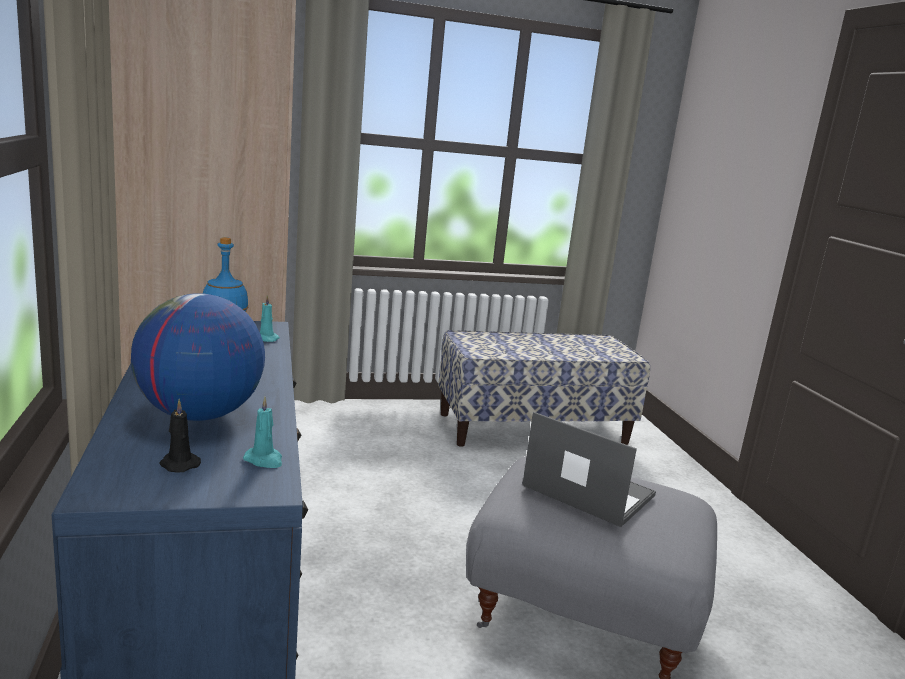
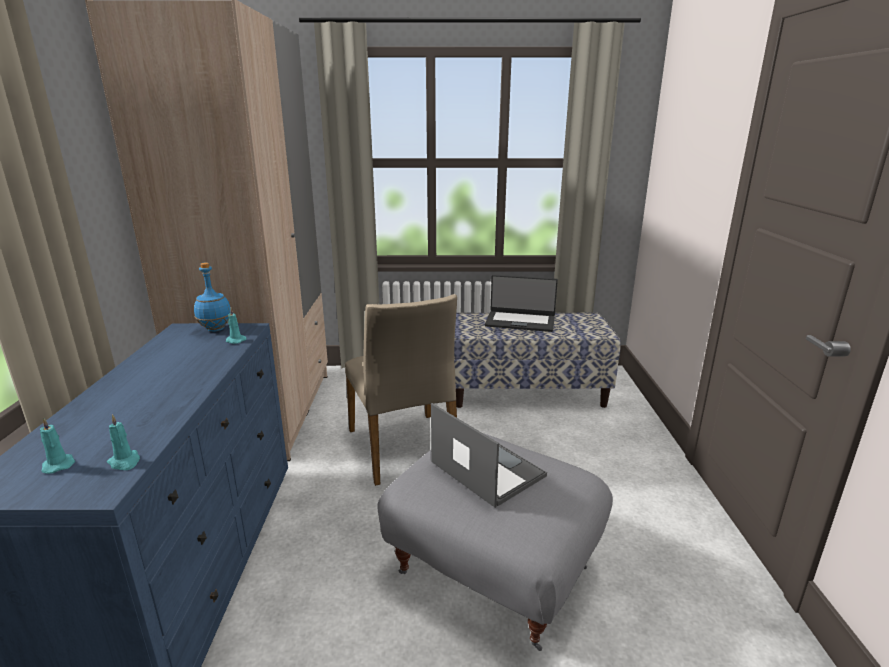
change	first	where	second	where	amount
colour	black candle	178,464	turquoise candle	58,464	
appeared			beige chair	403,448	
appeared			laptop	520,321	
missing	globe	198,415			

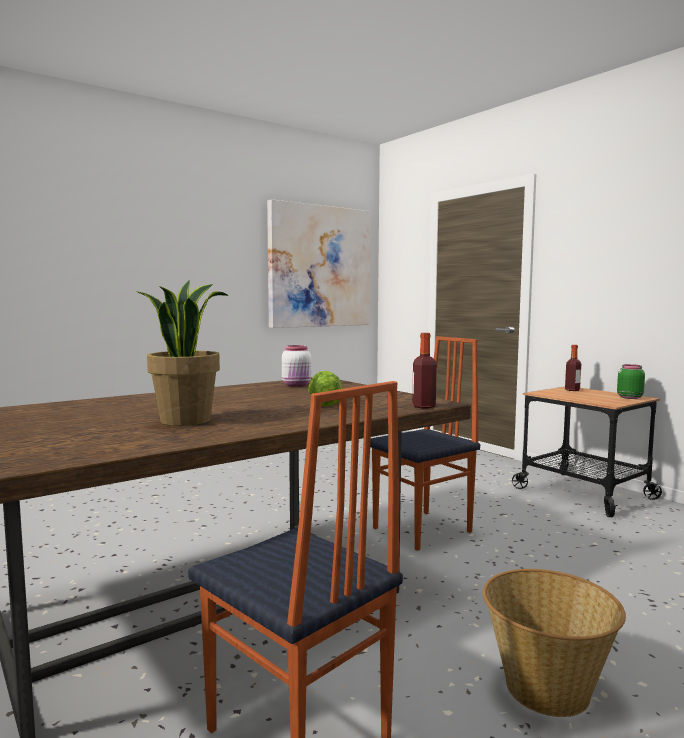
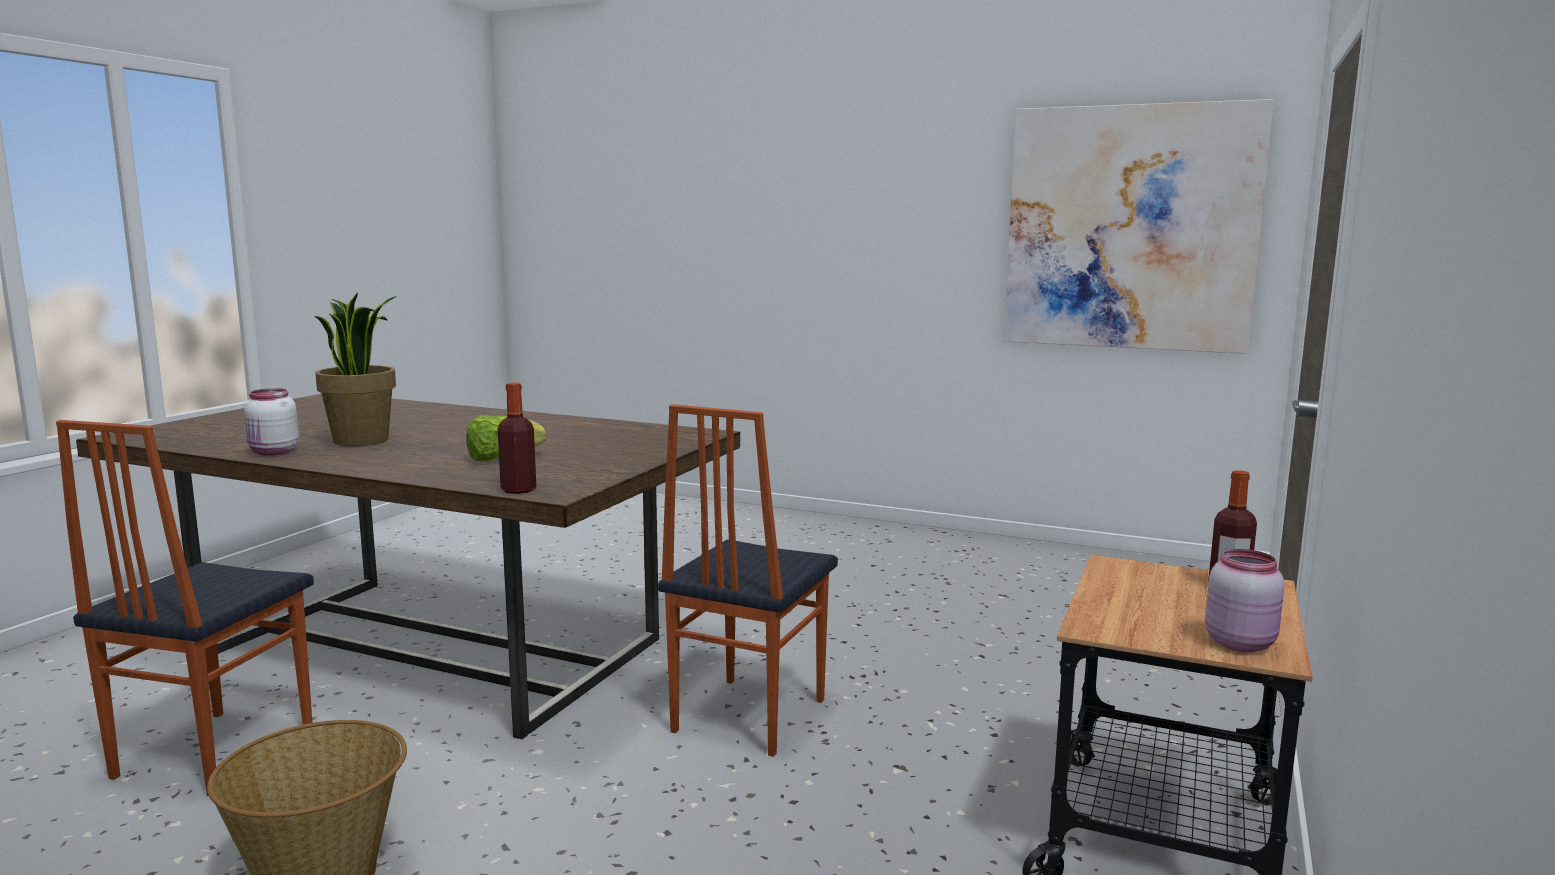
change	first	where	second	where	amount
relocated	white jar	297,385		273,452	
spun	chair	424,530		746,716	90 degrees clockwise
colour	green jar	629,397	pink jar	1240,643	

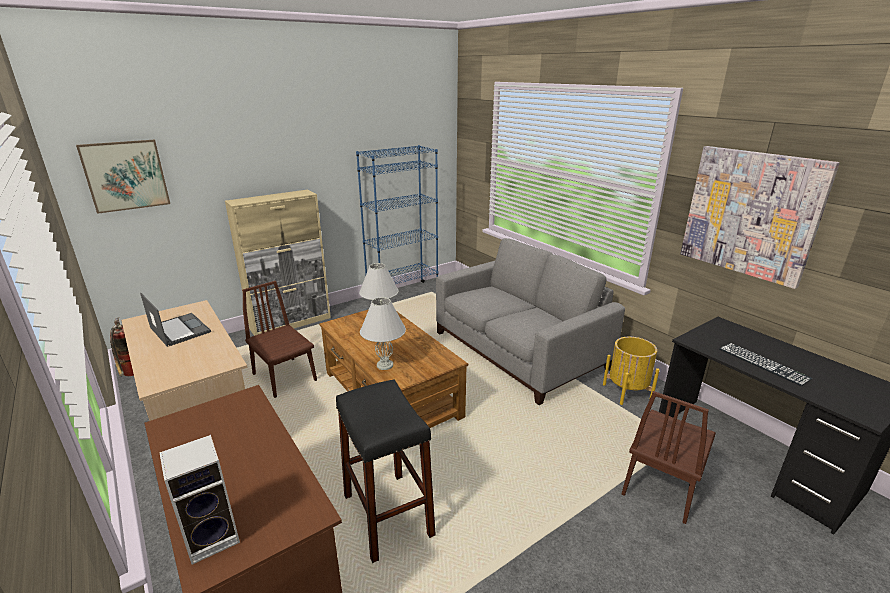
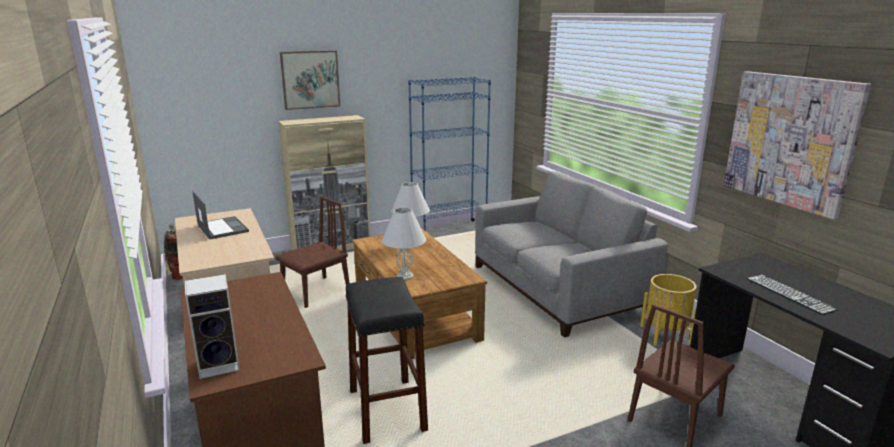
change	first	where	second	where	amount
spun	brown chair	284,377		316,292	75 degrees clockwise
relocated	picture	125,175		310,79	

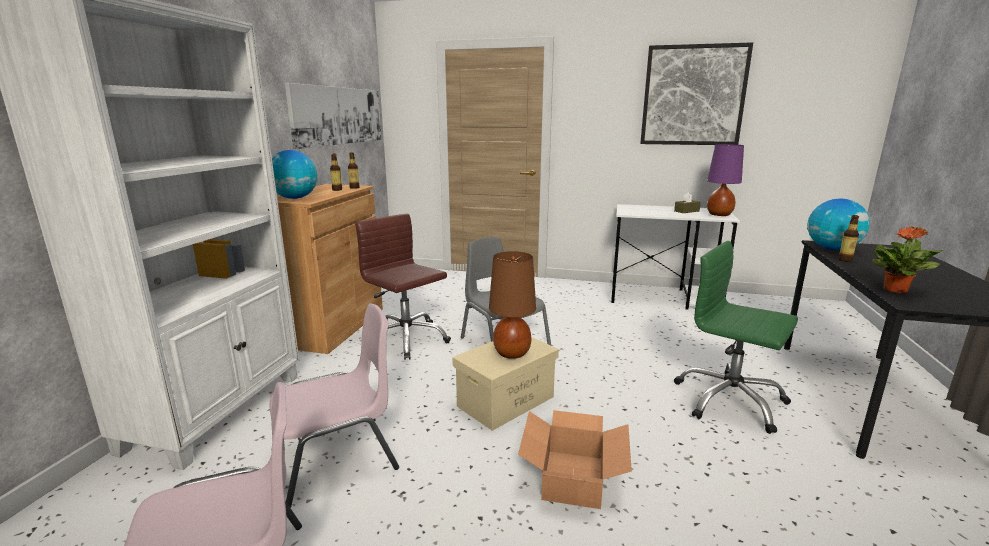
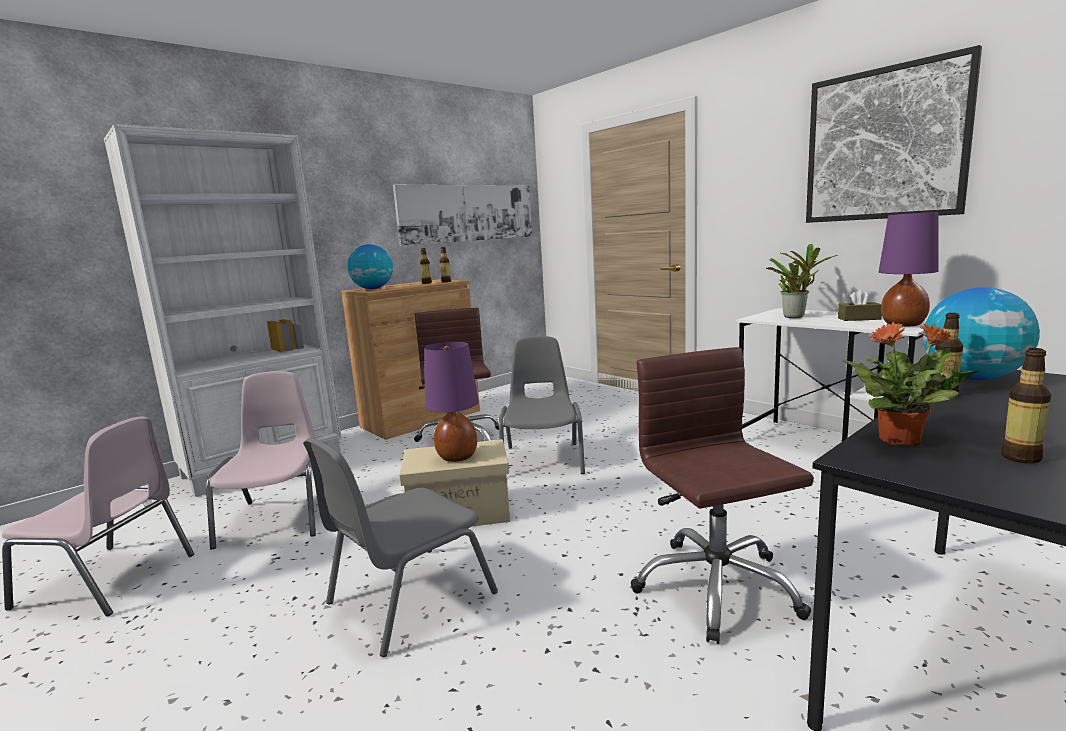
change	first	where	second	where	amount
spun	pink chair	338,457		279,518	105 degrees counterclockwise
exchanged	cardboard box	572,479	grey chair	408,598	
colour	brown table lamp	512,353	purple table lamp	458,457	
colour	green office chair	729,401	brown office chair	715,587	
appeared			potted plant	795,316	
appeared			bottle	1020,458	

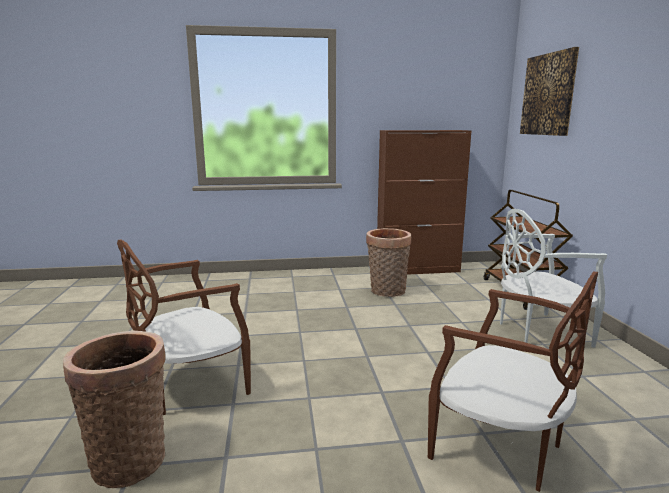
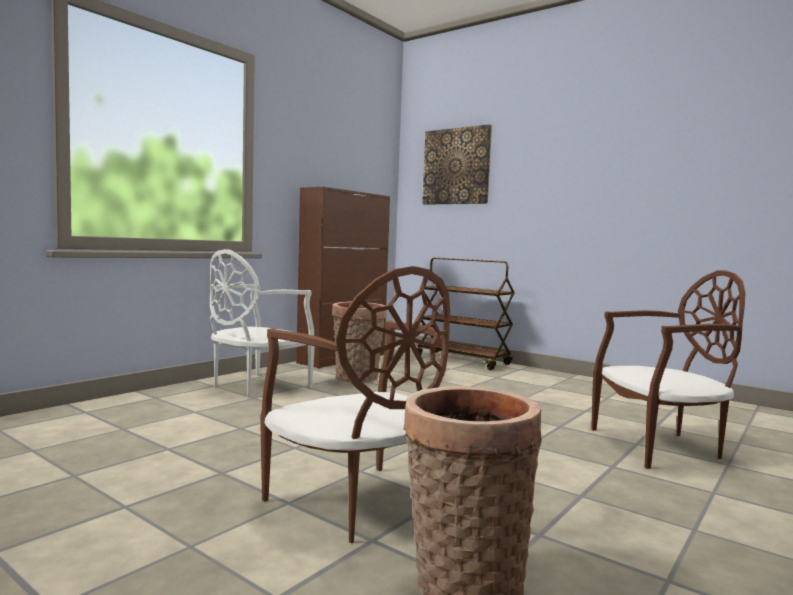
change	first	where	second	where	amount
relocated	white chair	539,331		257,386	
spun	brown chair	190,386		356,505	45 degrees counterclockwise

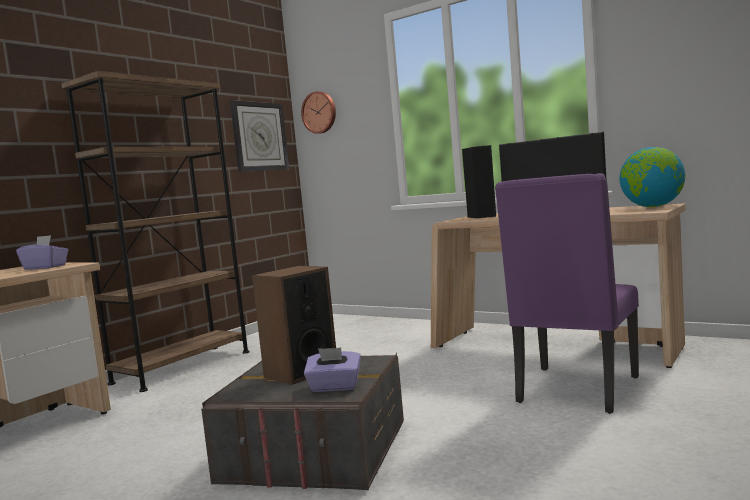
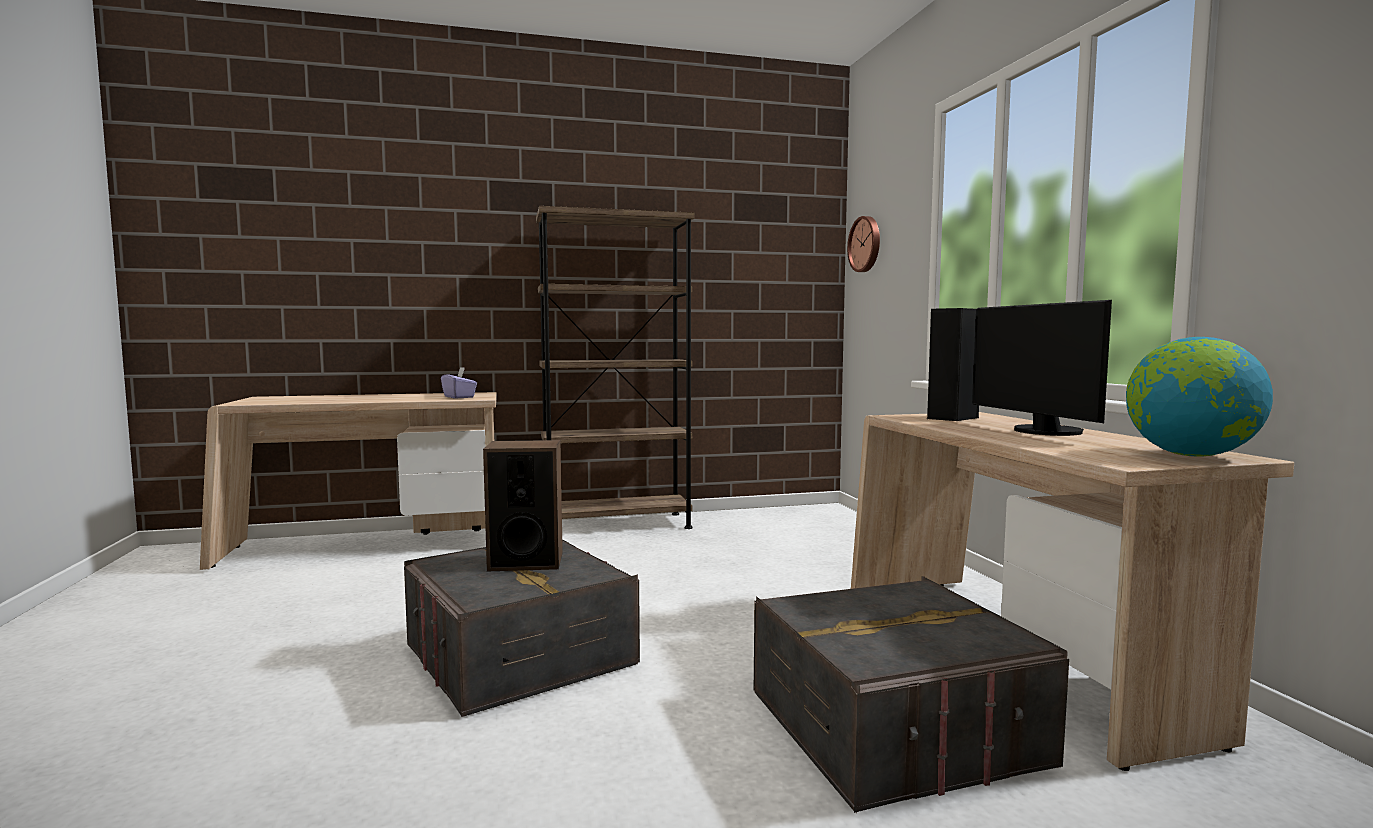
change	first	where	second	where	amount
exchanged	purple chair	576,390	grey storage box	892,727	
missing	wall clock	259,136			
missing	purple tissue box	334,387			

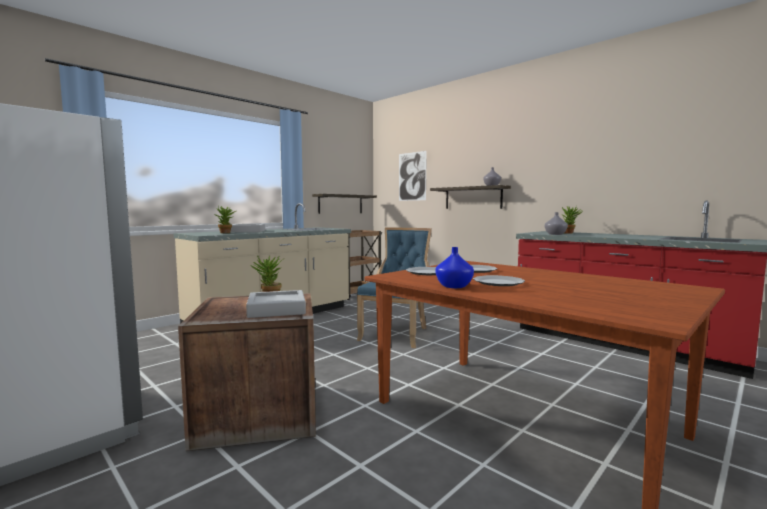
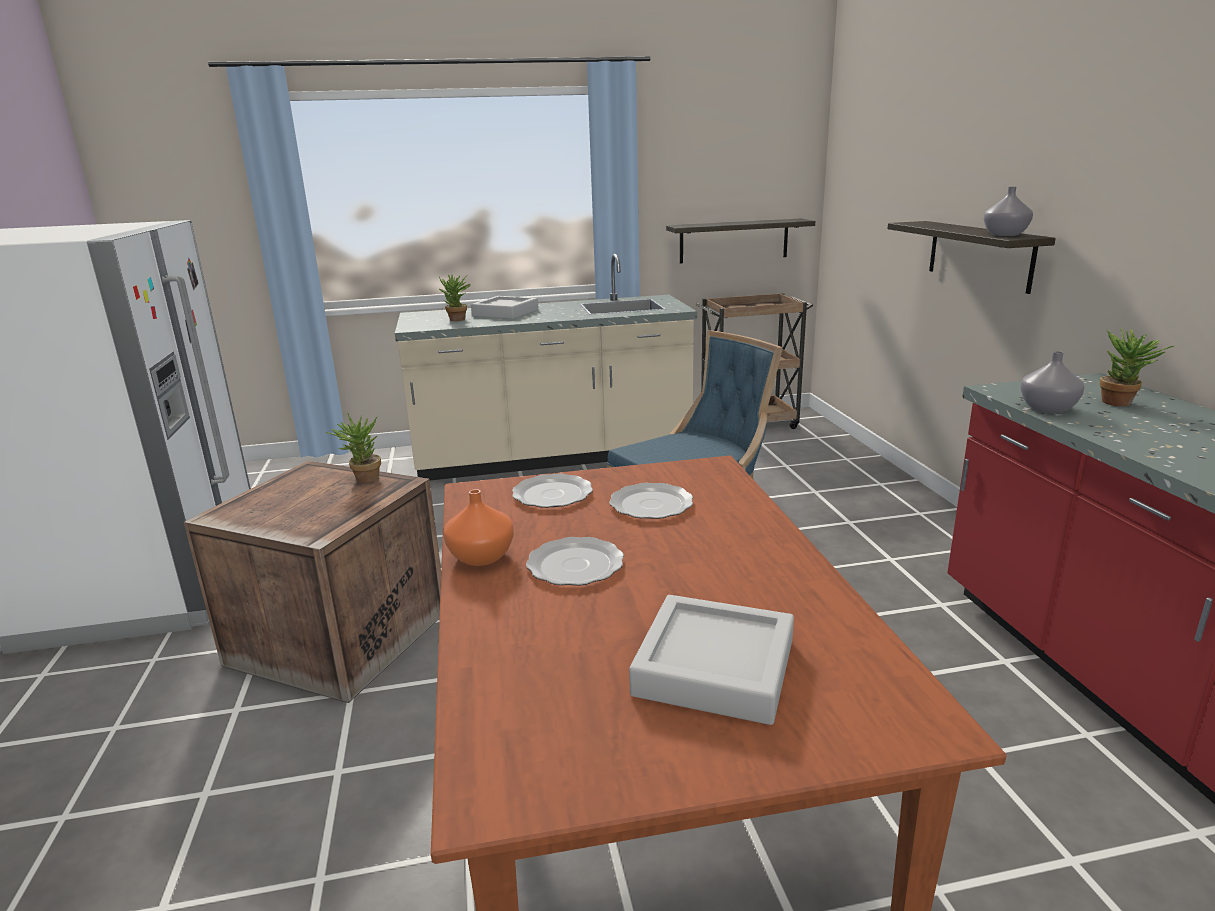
change	first	where	second	where	amount
colour	blue vase	454,286	orange vase	482,556	
relocated	grey tray	276,309		714,667	
missing	picture	412,176			

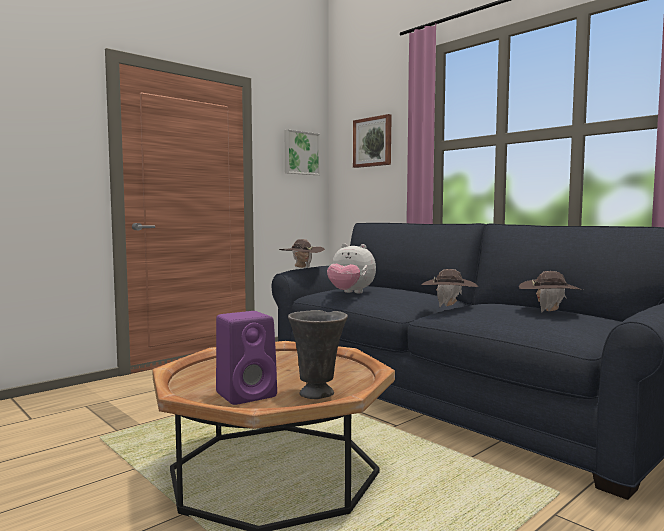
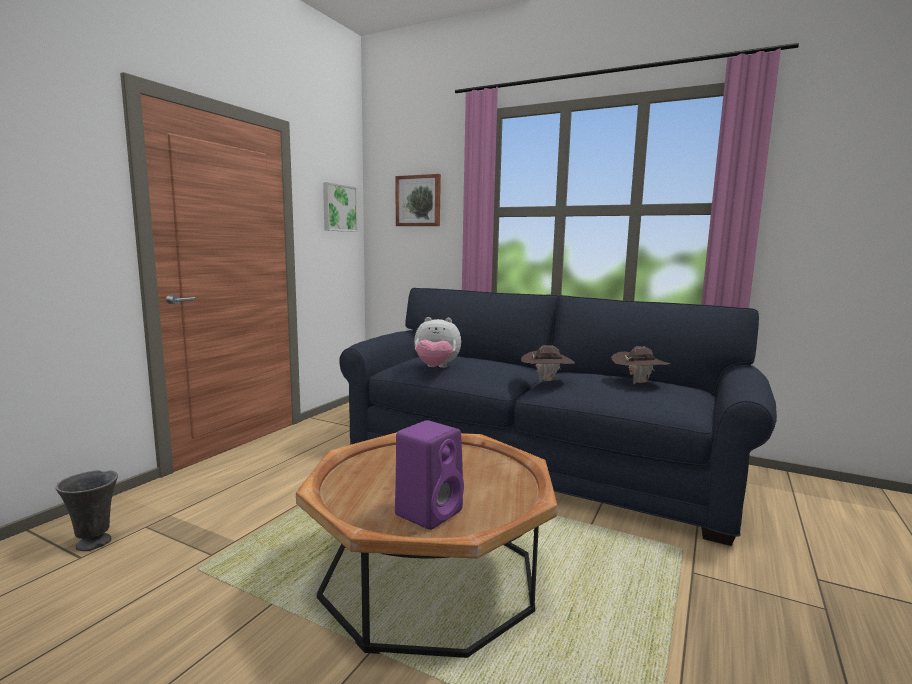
change	first	where	second	where	amount
relocated	grey vase	318,394		95,543	
missing	brown hat	301,268			

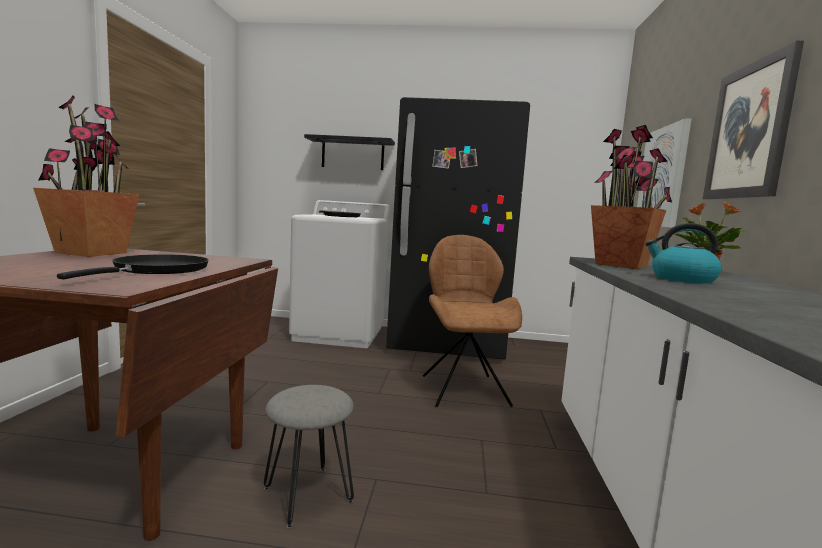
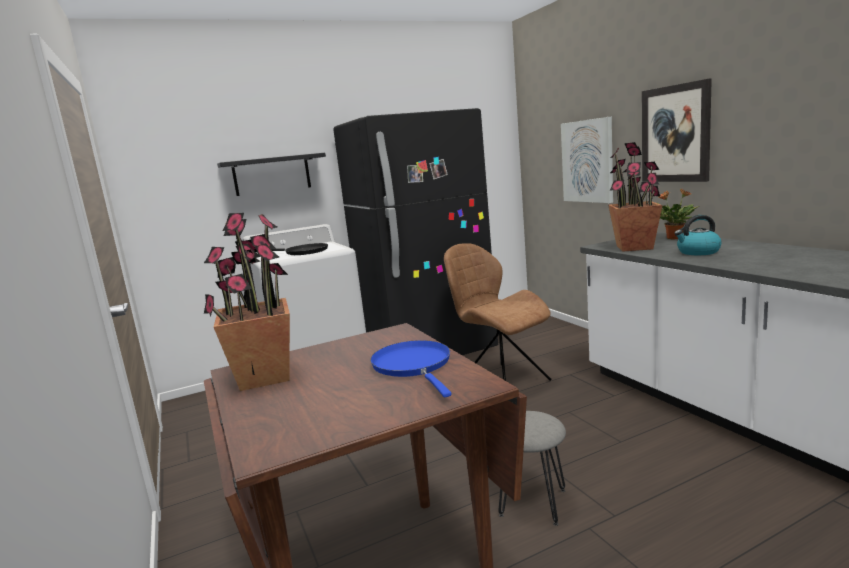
change	first	where	second	where	amount
colour	black frying pan	157,270	blue frying pan	413,366	

